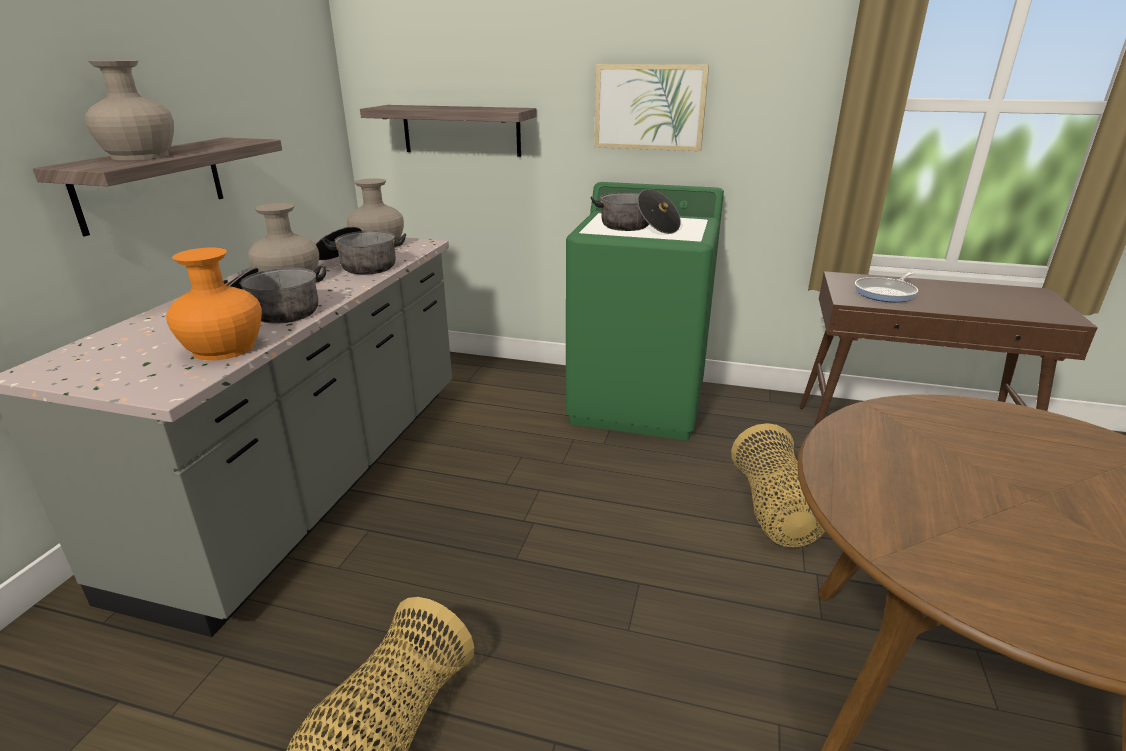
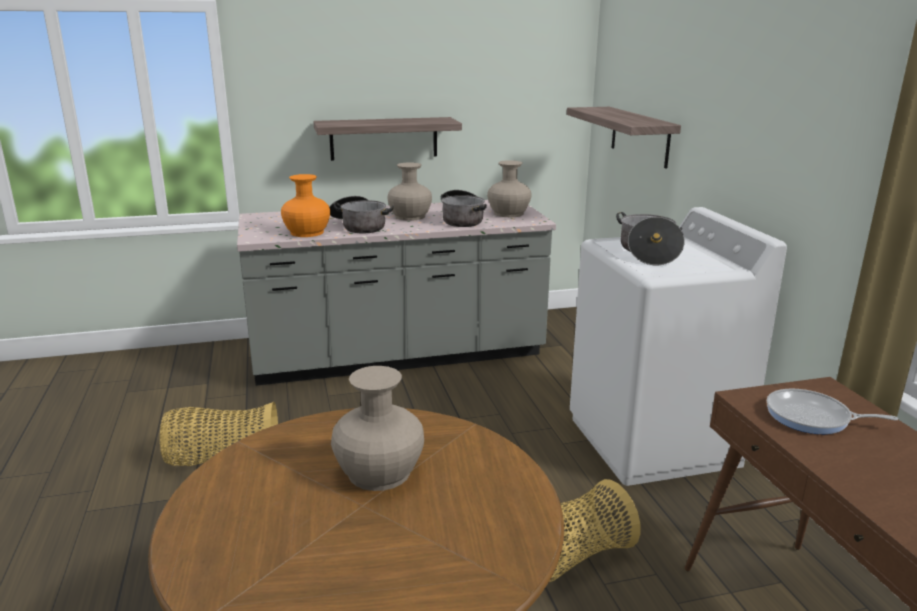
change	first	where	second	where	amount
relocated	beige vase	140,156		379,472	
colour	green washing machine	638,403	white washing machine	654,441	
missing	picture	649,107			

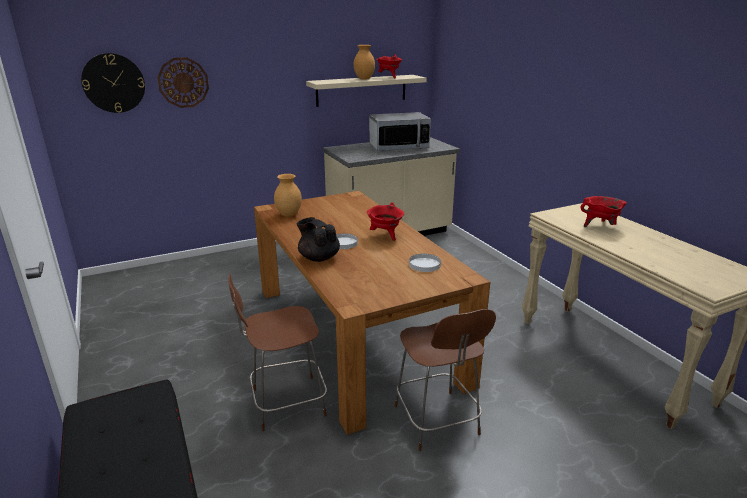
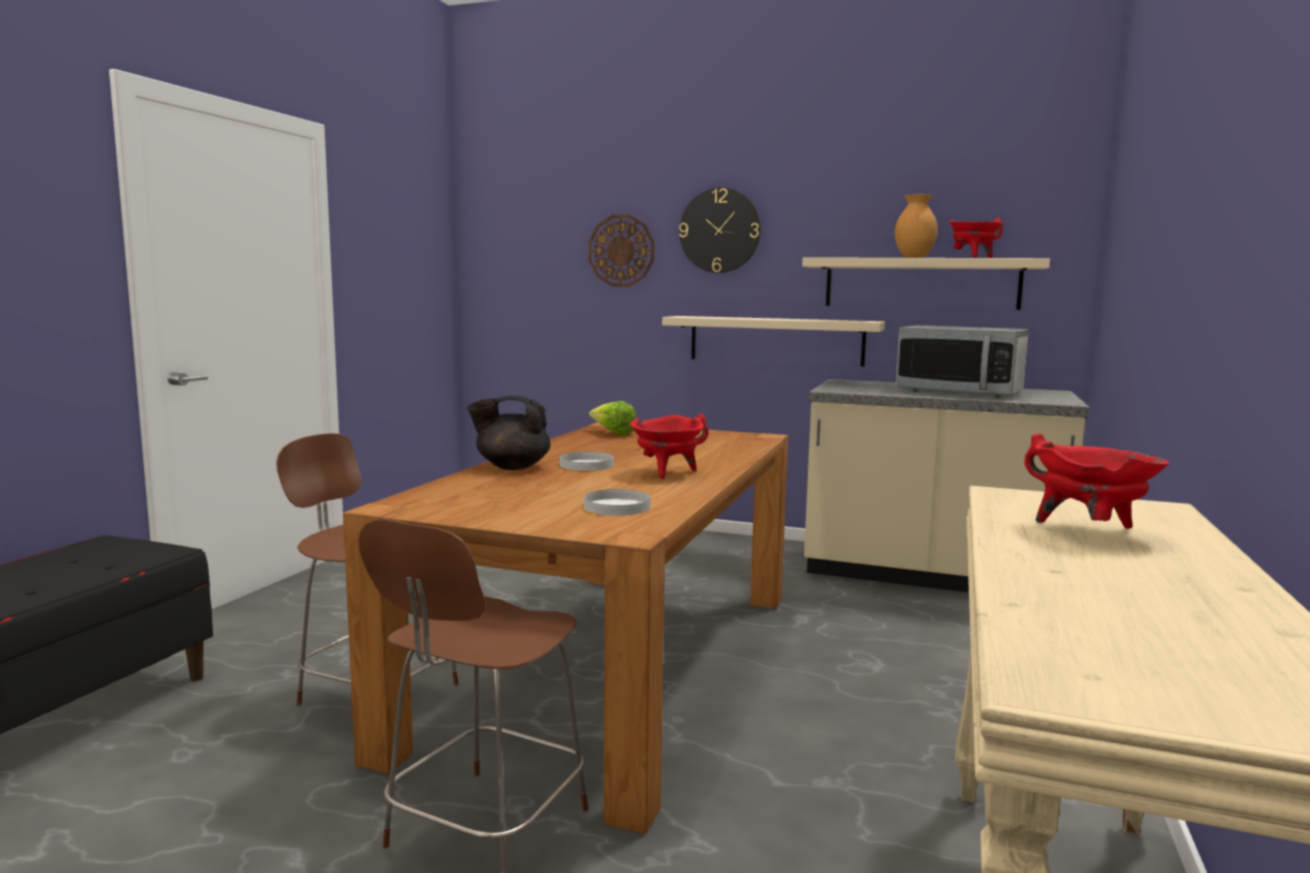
change	first	where	second	where	amount
spun	black teapot	318,258		511,467	90 degrees counterclockwise
exchanged	brown vase	289,215	lettuce	613,434	
appeared			beige shelf	776,340	
relocated	wall clock	113,83		720,230	

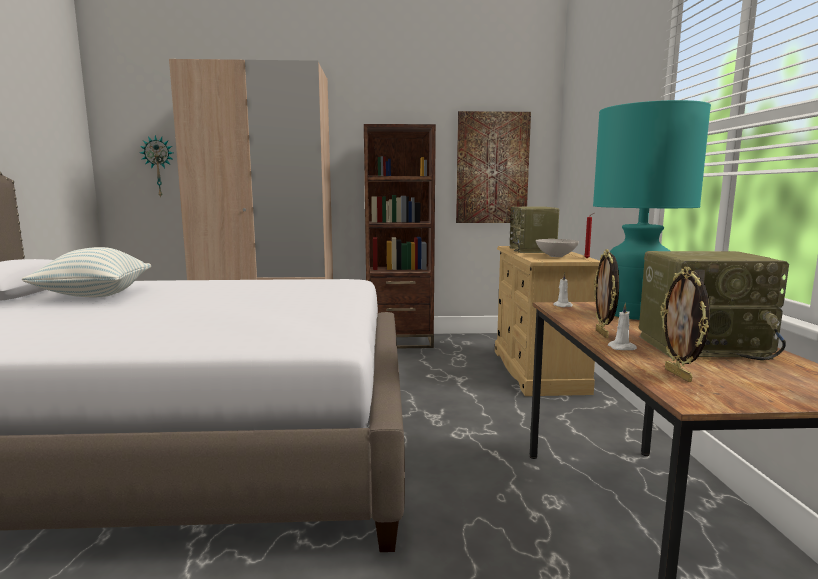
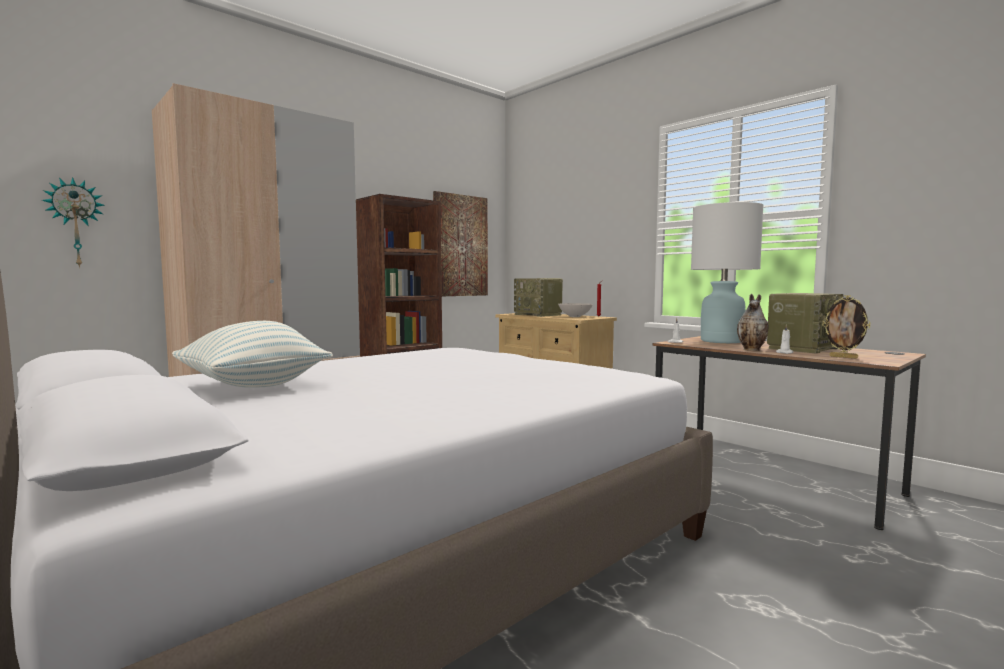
change	first	where	second	where	amount
colour	turquoise table lamp	635,313	white table lamp	721,341	
exchanged	picture frame	603,334	vase	752,350	

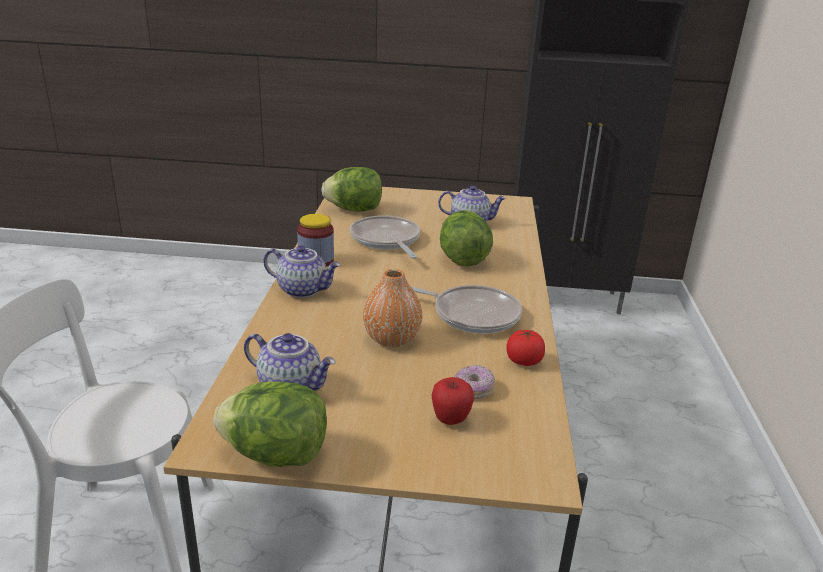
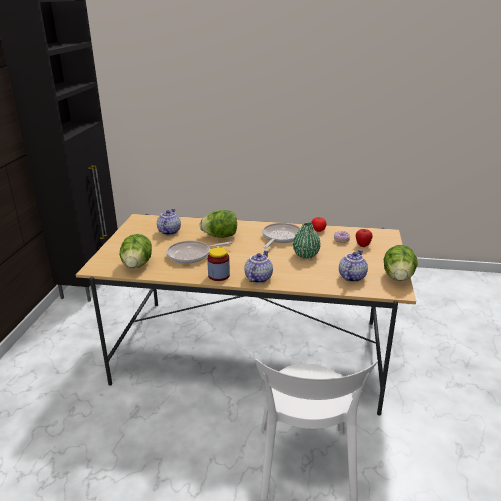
change	first	where	second	where	amount
colour	orange vase	391,338	green vase	306,255	

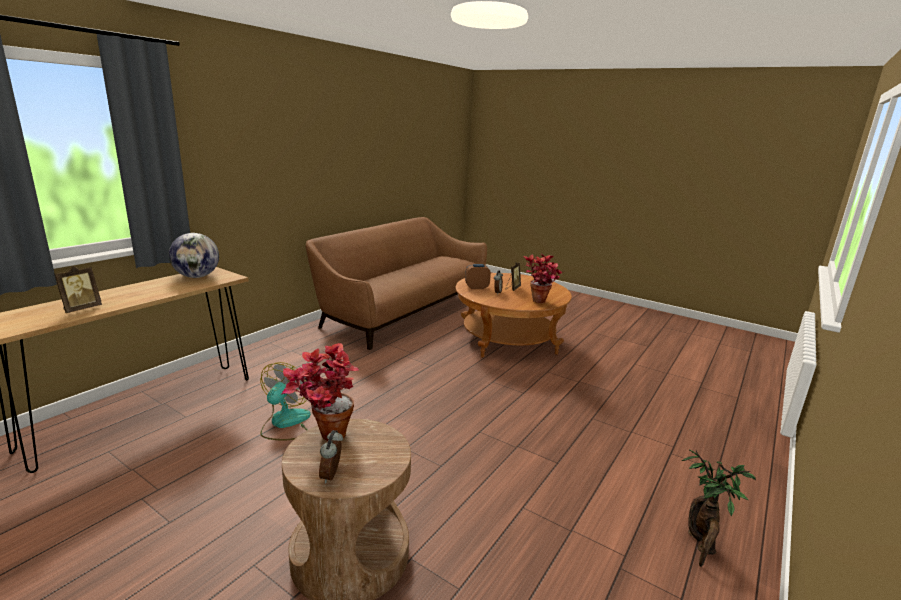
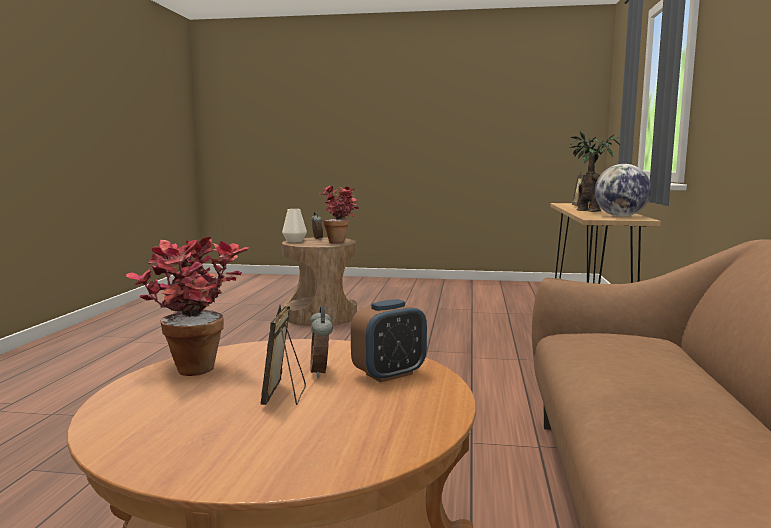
change	first	where	second	where	amount
appeared			white vase	294,241	
relocated	potted plant	700,546		587,211	
missing	fan	285,423			

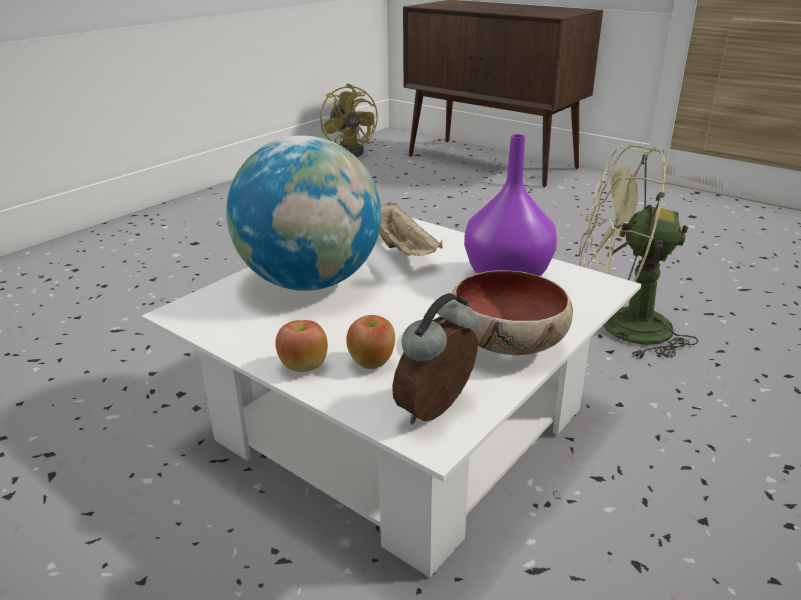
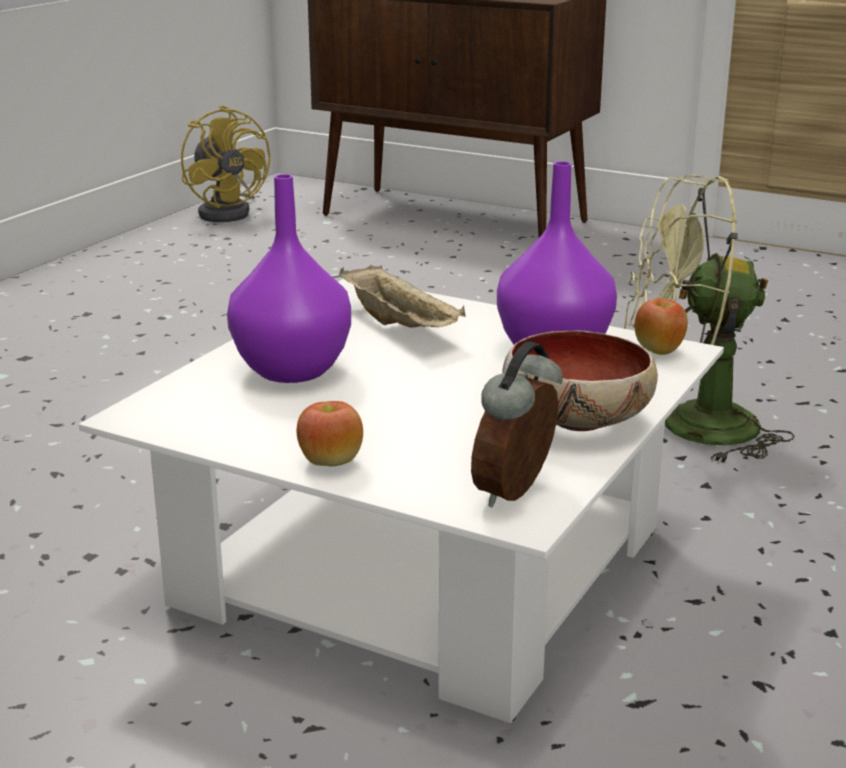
change	first	where	second	where	amount
exchanged	globe	310,282	purple vase	294,371	
relocated	apple	372,362		659,350	

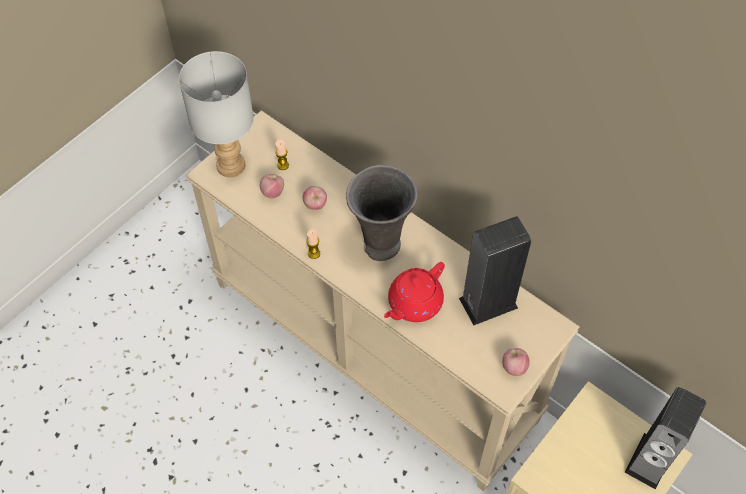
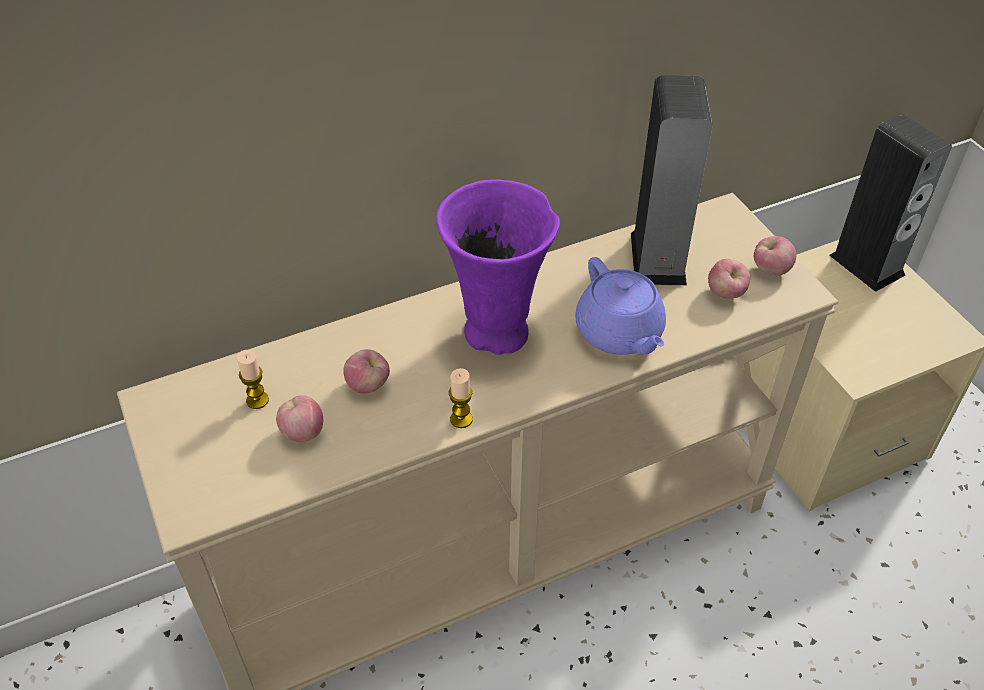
change	first	where	second	where	amount
colour	grey vase	380,246	purple vase	498,334	
colour	red teapot	414,303	purple teapot	619,333	
appeared			apple	725,294	
missing	grey table lamp	232,166			

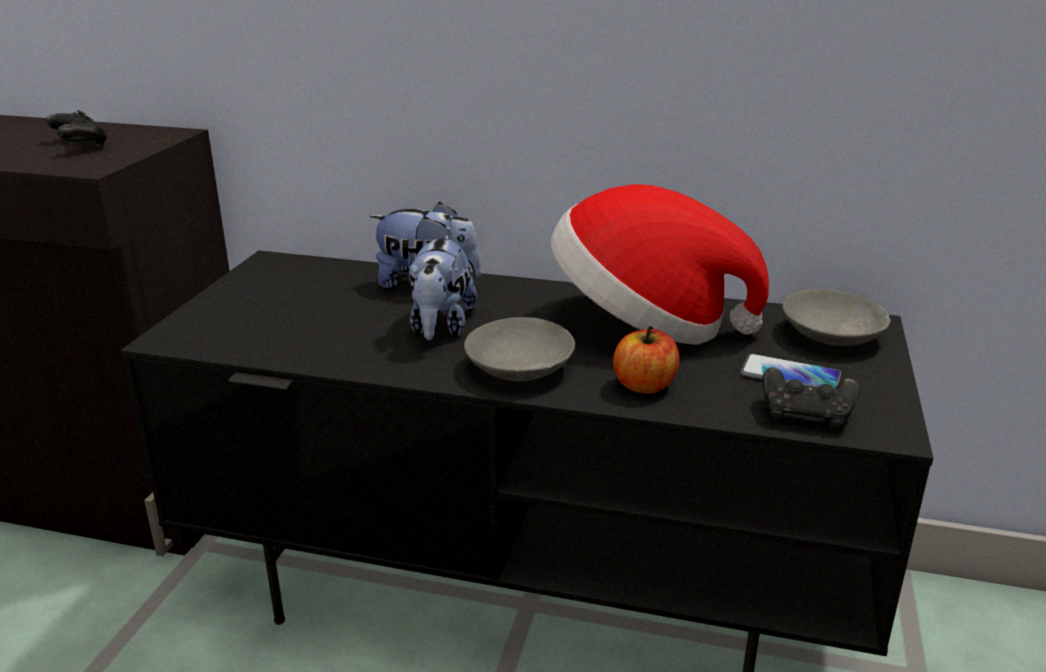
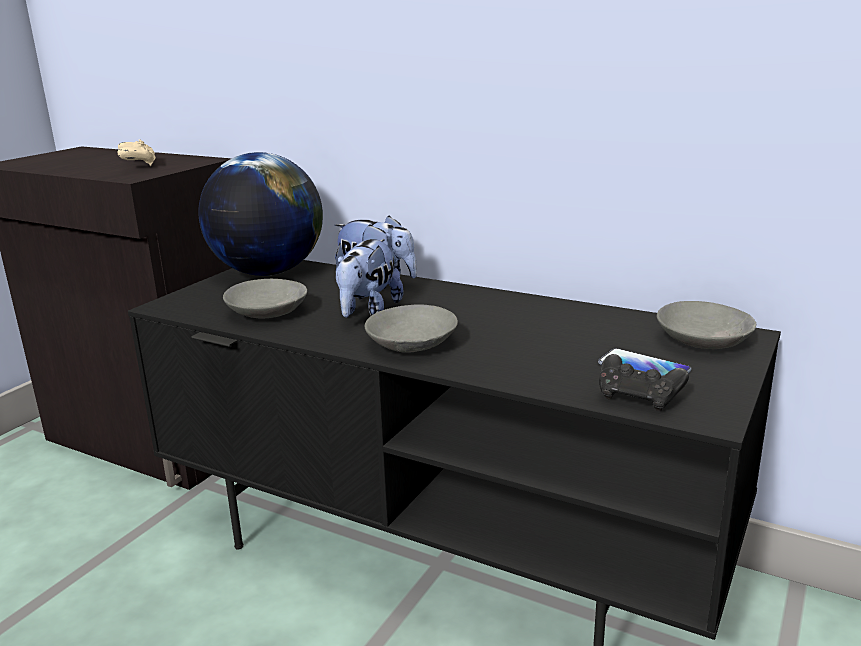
change	first	where	second	where	amount
colour	black game controller	81,145	beige game controller	138,165	
appeared			globe	268,272	
appeared			grey bowl	268,312	
missing	hat	645,323			
missing	apple	644,386			

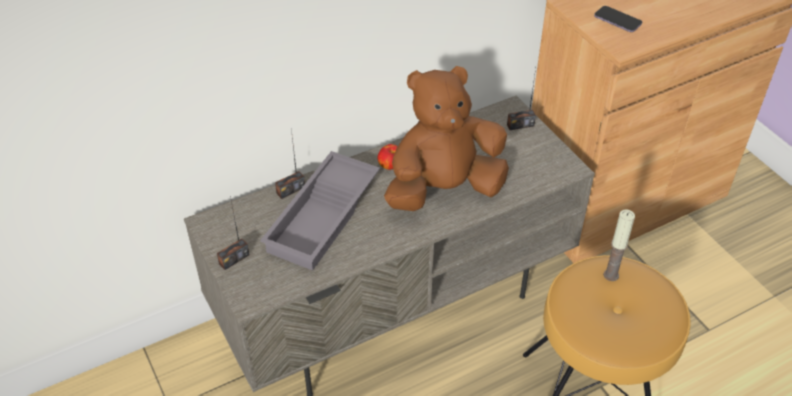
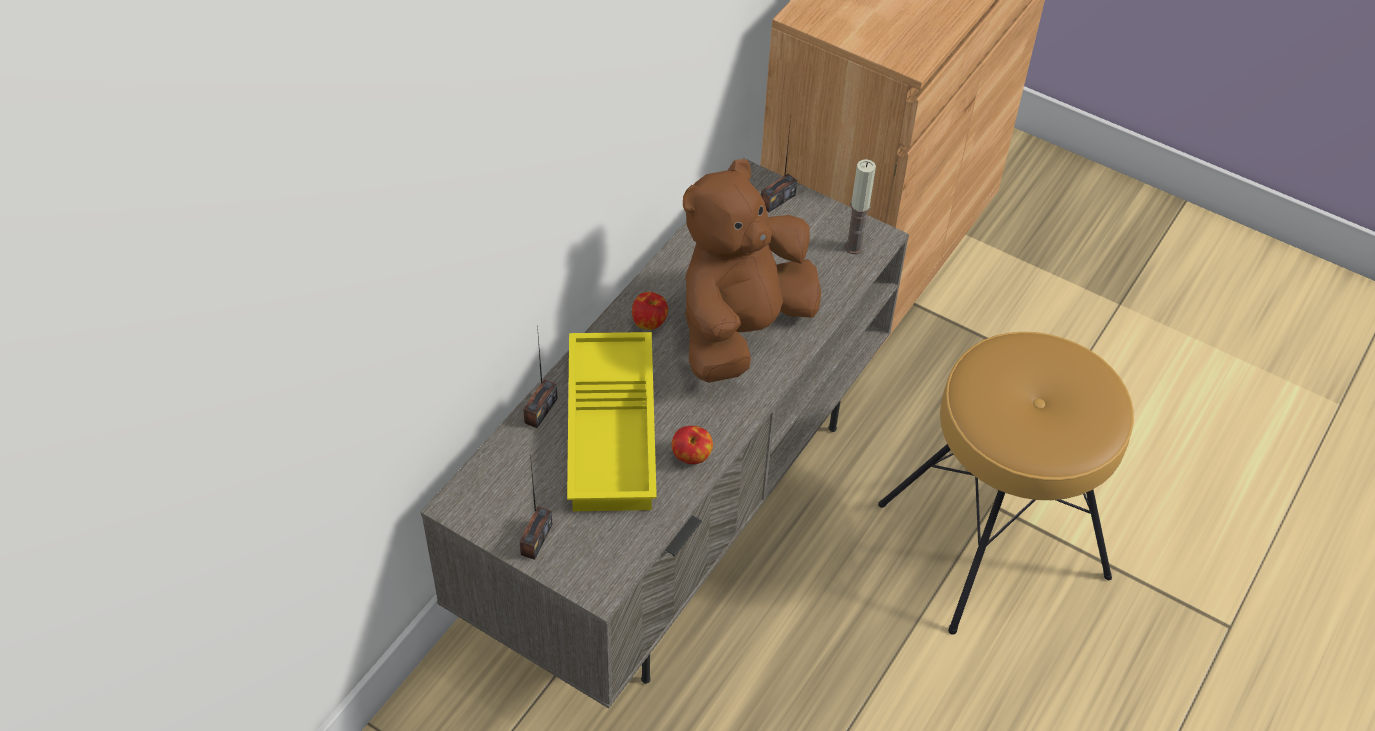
change	first	where	second	where	amount
colour	grey tray	324,217	yellow tray	614,430	
appeared			apple	691,457	
relocated	candle	611,275		854,247	
missing	phone	617,20			

